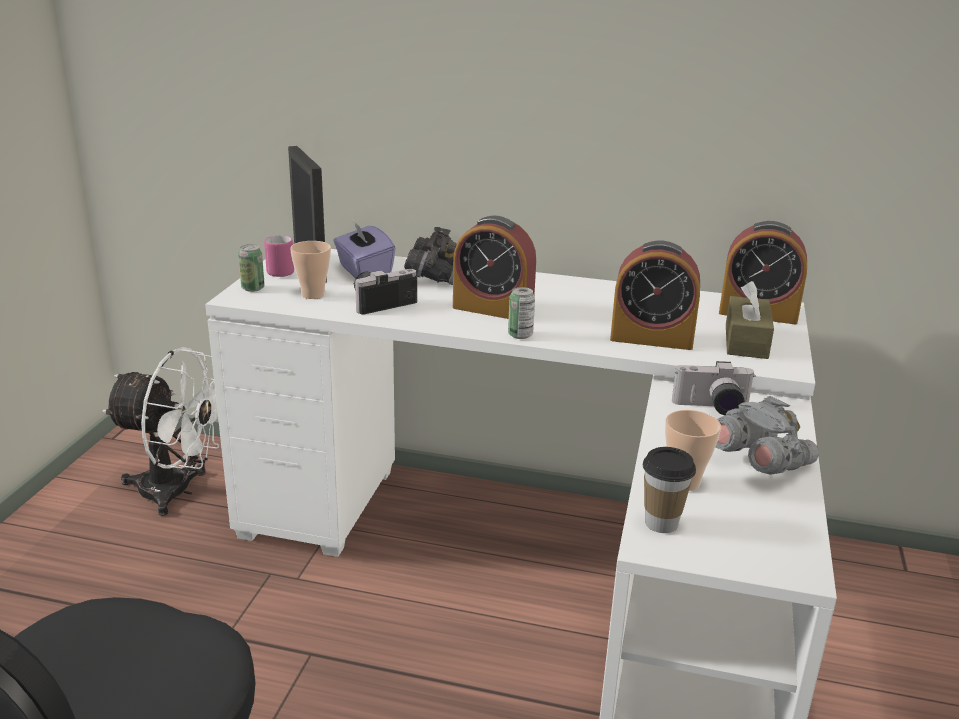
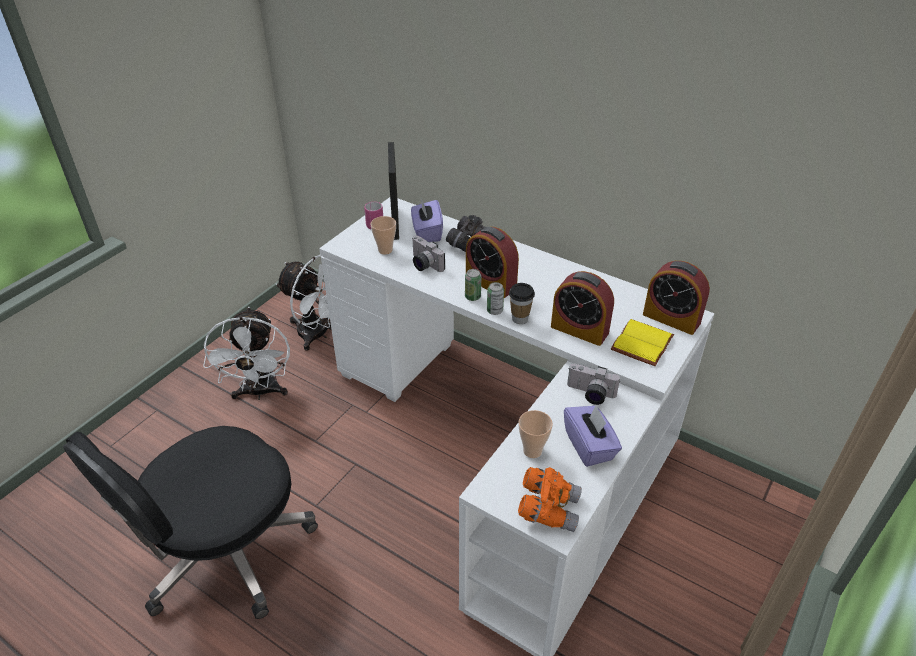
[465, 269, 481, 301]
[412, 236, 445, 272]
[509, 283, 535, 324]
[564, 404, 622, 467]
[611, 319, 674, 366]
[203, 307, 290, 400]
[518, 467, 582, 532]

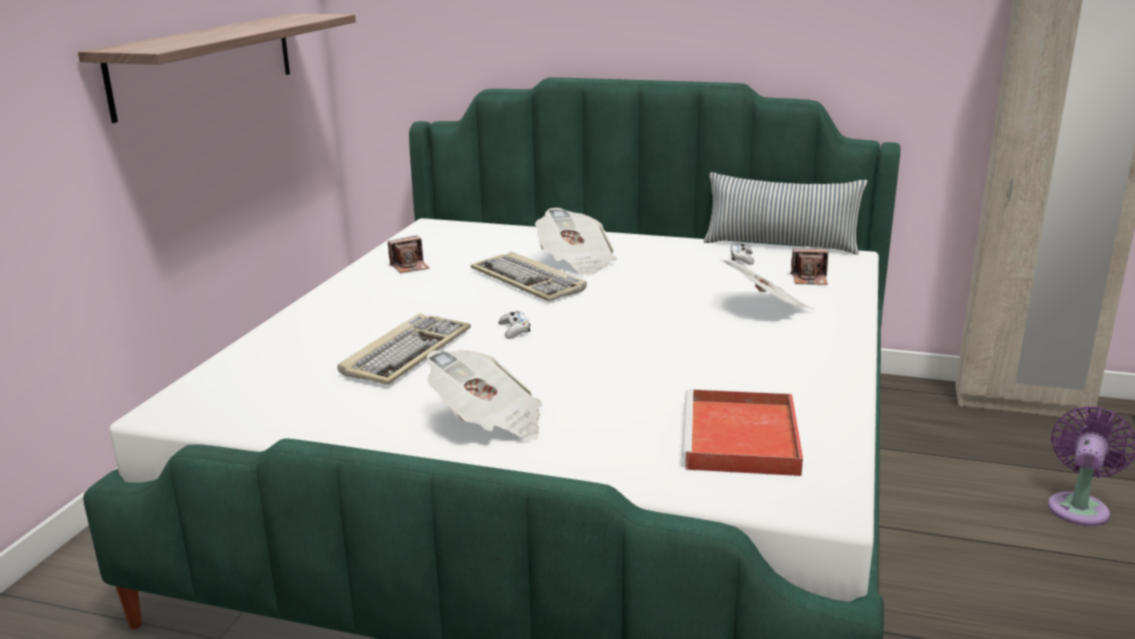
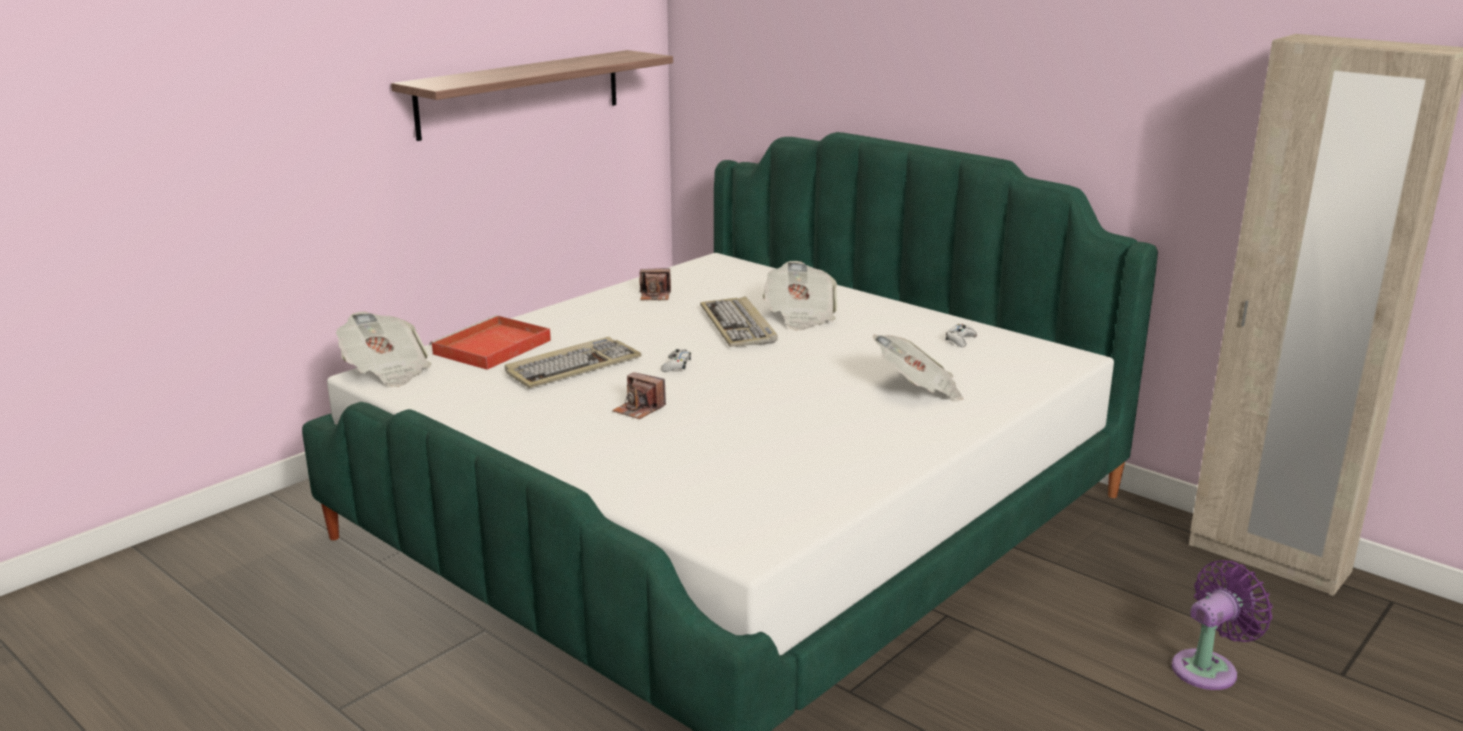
[336, 312, 432, 387]
[430, 315, 551, 370]
[704, 172, 867, 255] (first image)
[612, 372, 666, 419]

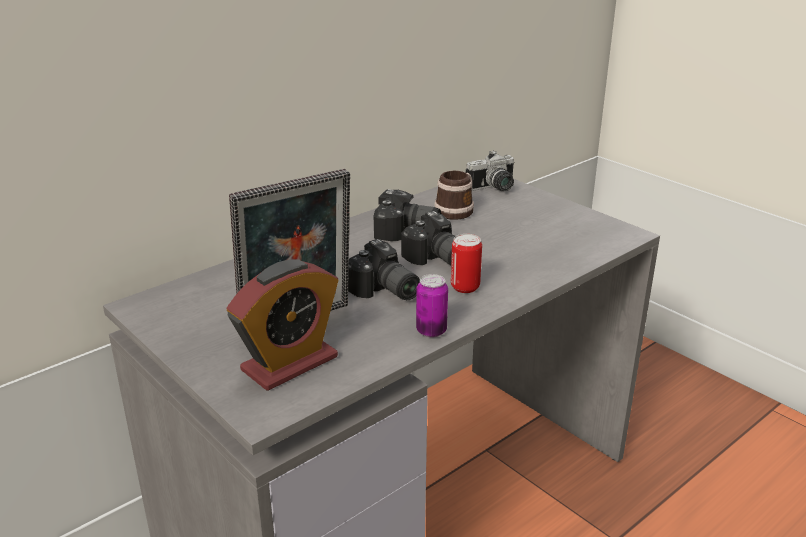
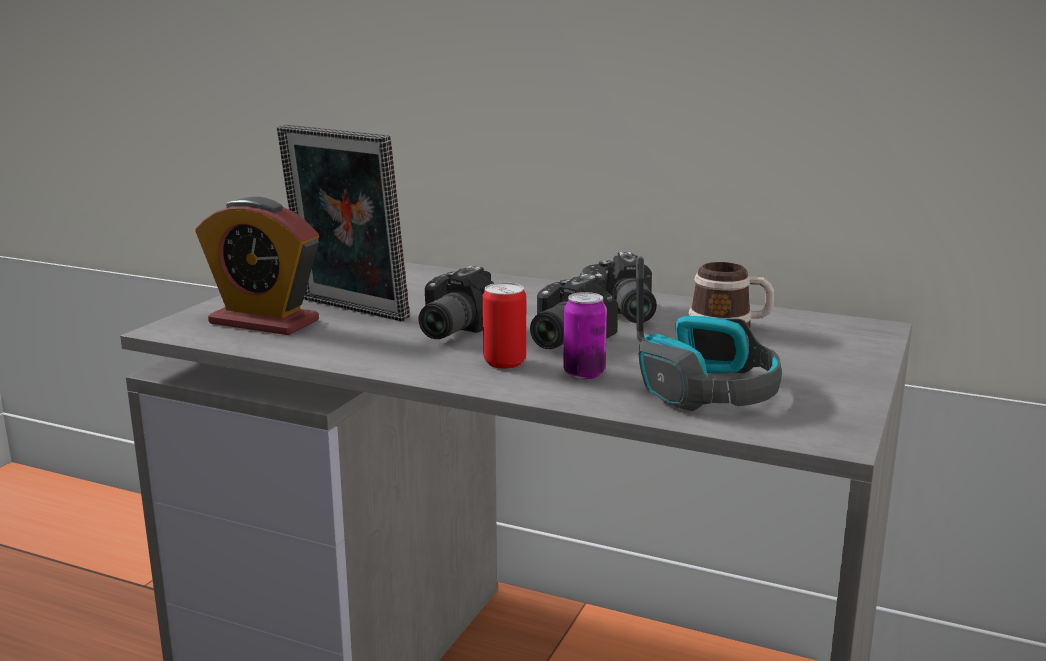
[563, 292, 607, 380]
[466, 150, 514, 191] (first image)
[636, 256, 782, 411]

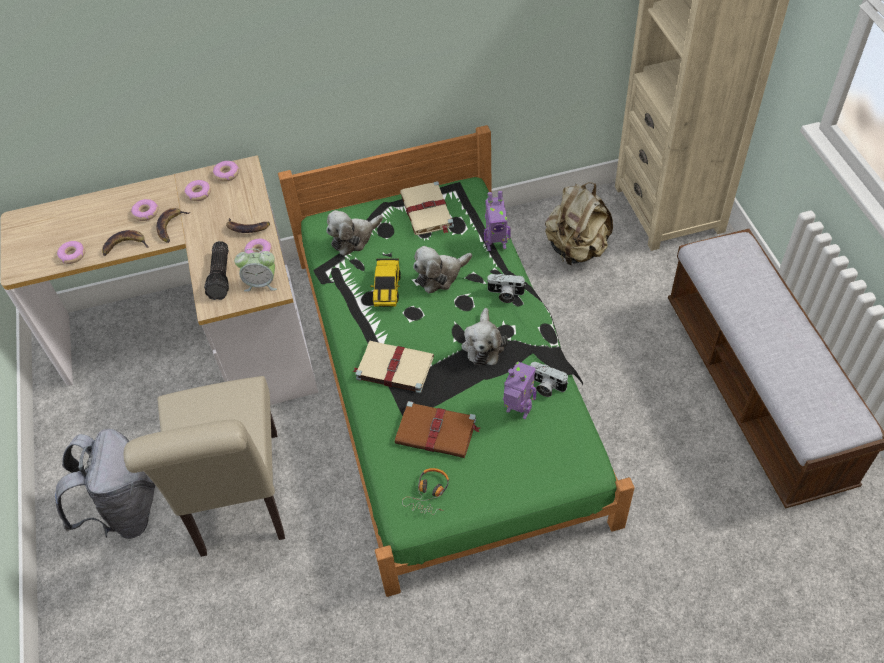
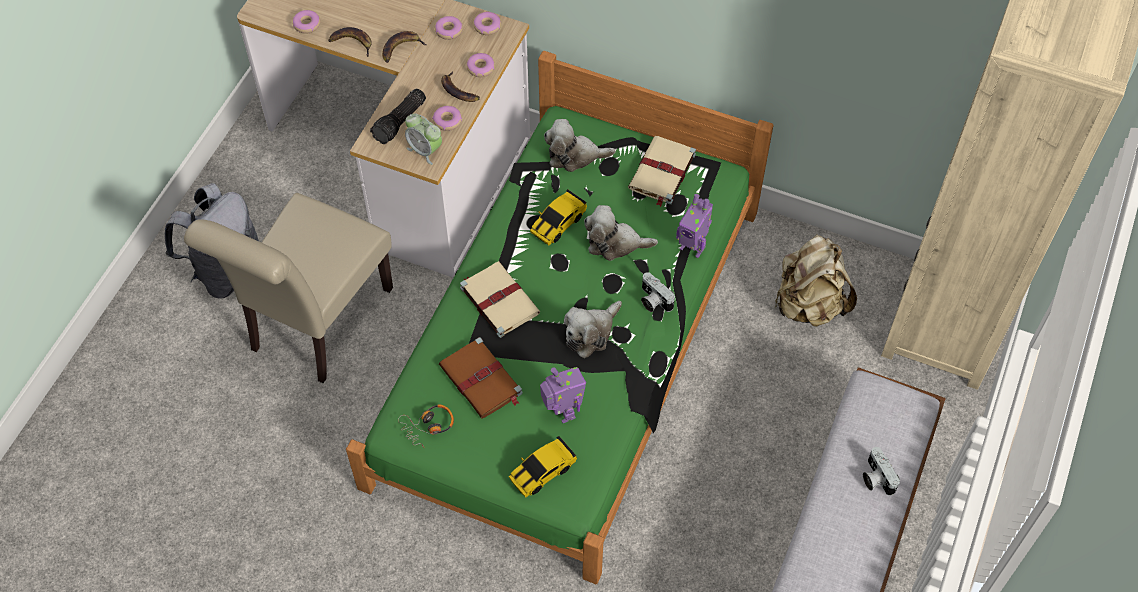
[467, 53, 495, 77]
[863, 447, 900, 496]
[509, 436, 577, 497]

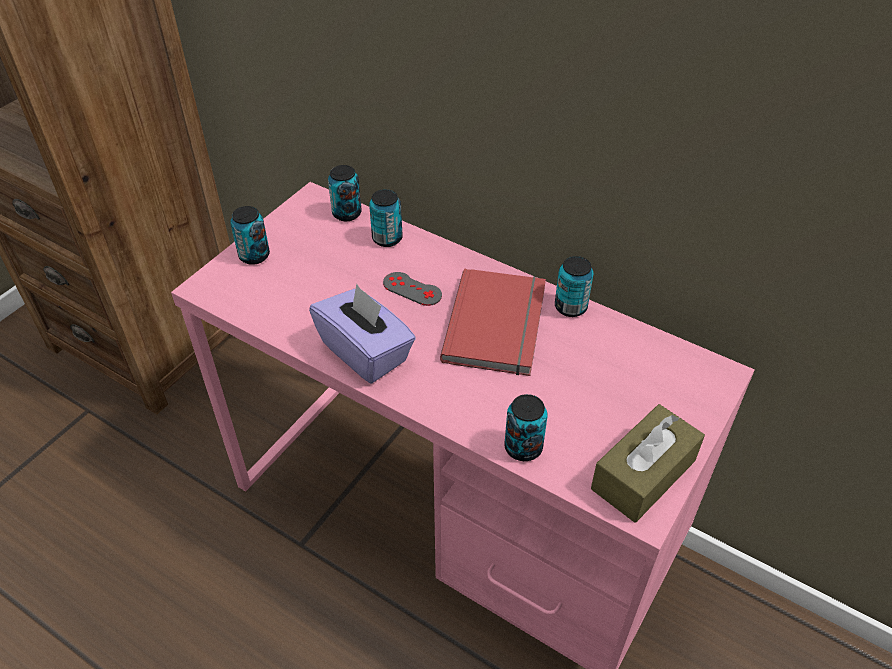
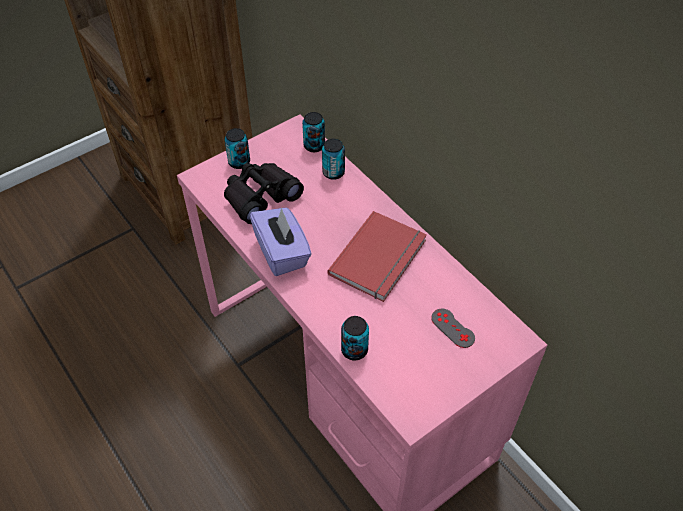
[431, 309, 475, 348]
[555, 256, 594, 317] (first image)
[591, 404, 705, 523] (first image)
[224, 163, 304, 224]

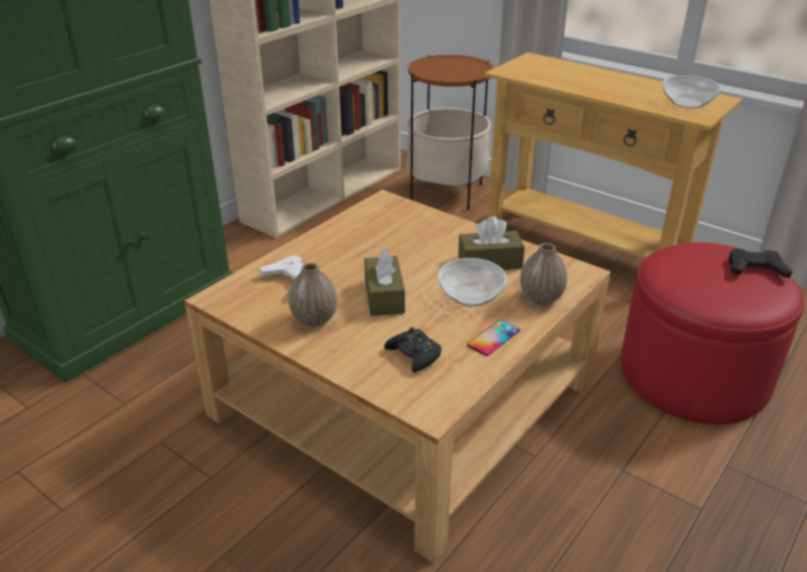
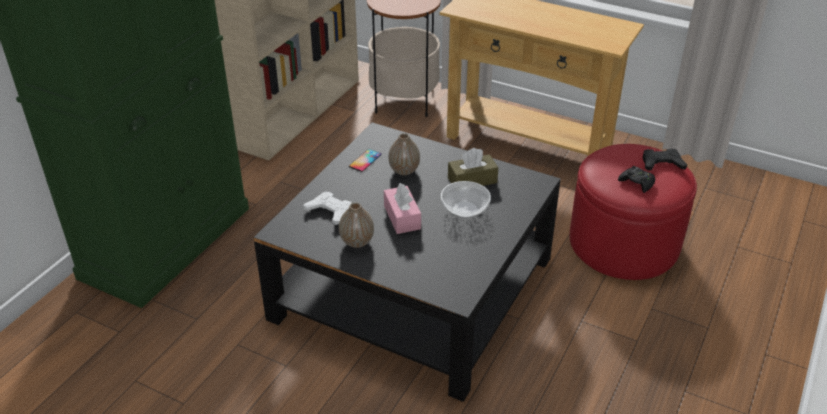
[253, 122, 561, 402]
[384, 183, 421, 234]
[618, 166, 655, 193]
[349, 149, 382, 172]
[388, 133, 420, 175]
[663, 75, 721, 109] (first image)

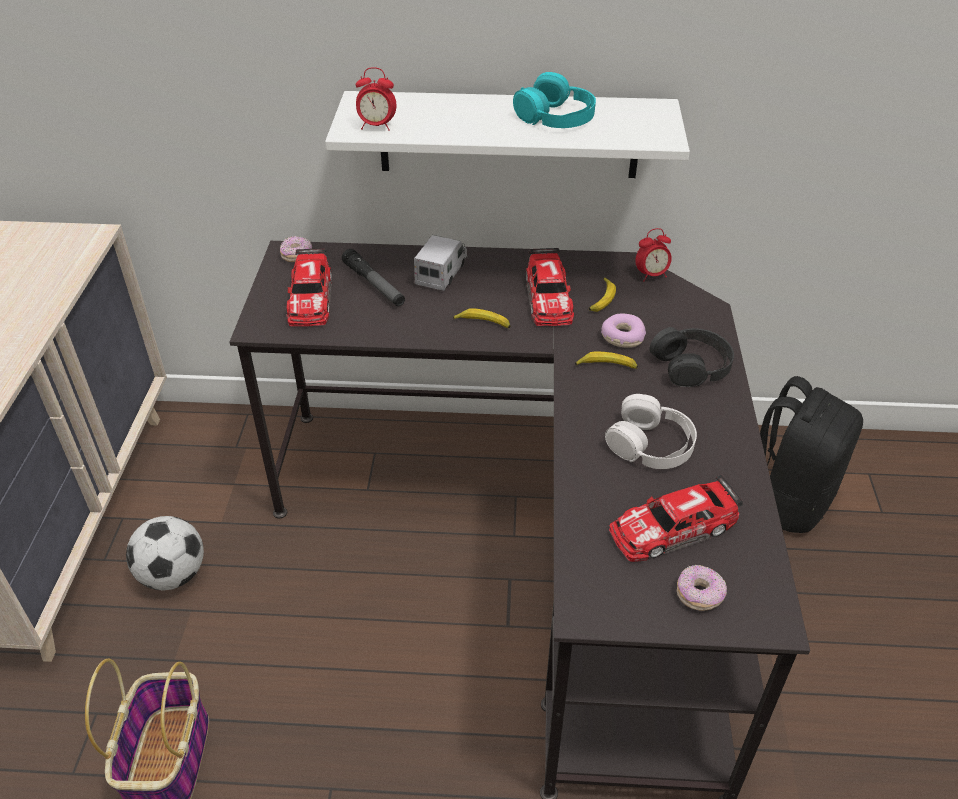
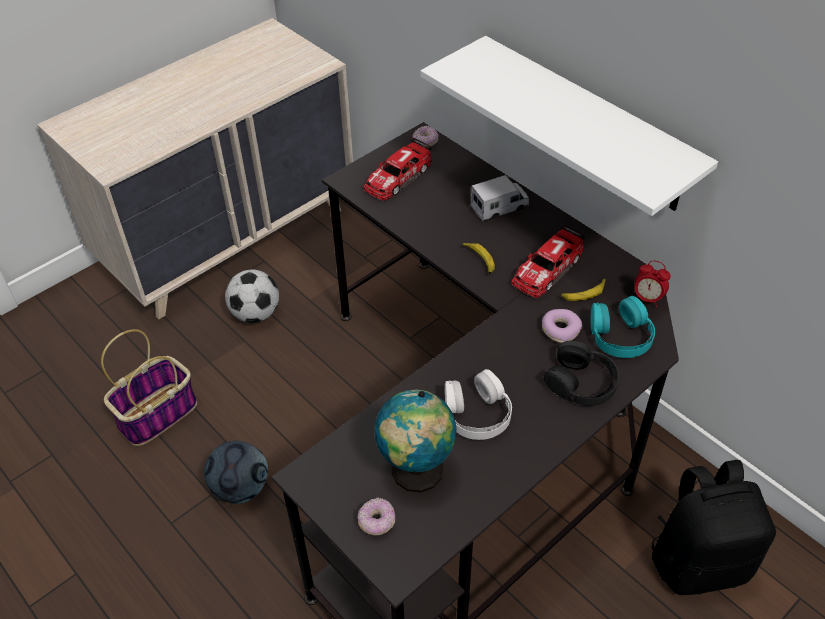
[342, 249, 405, 306] (first image)
[356, 67, 397, 131] (first image)
[591, 296, 655, 358]
[575, 351, 638, 369] (first image)
[375, 389, 456, 492]
[204, 441, 268, 504]

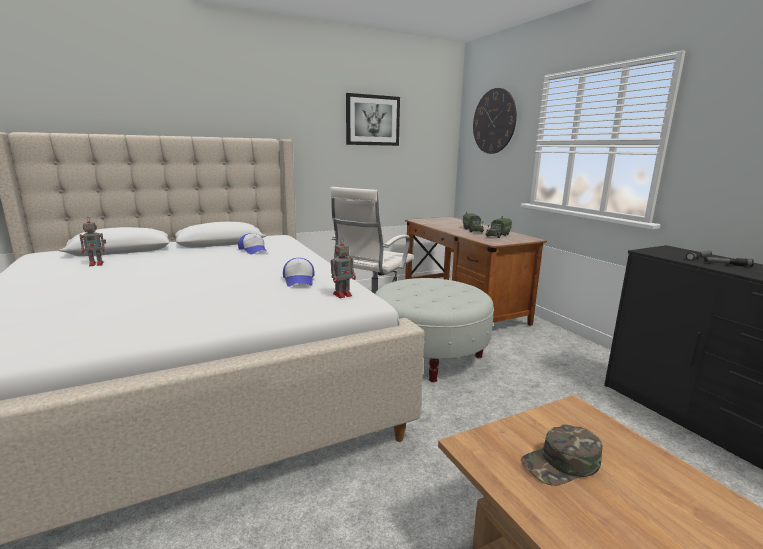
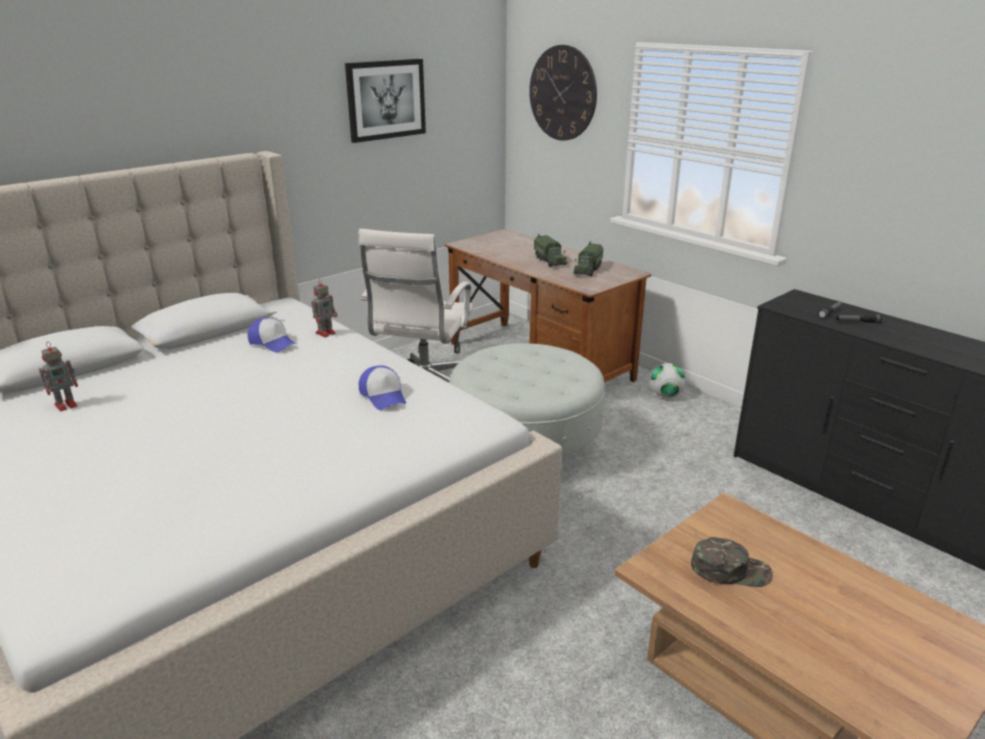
[311, 279, 337, 337]
[691, 537, 772, 587]
[650, 363, 686, 398]

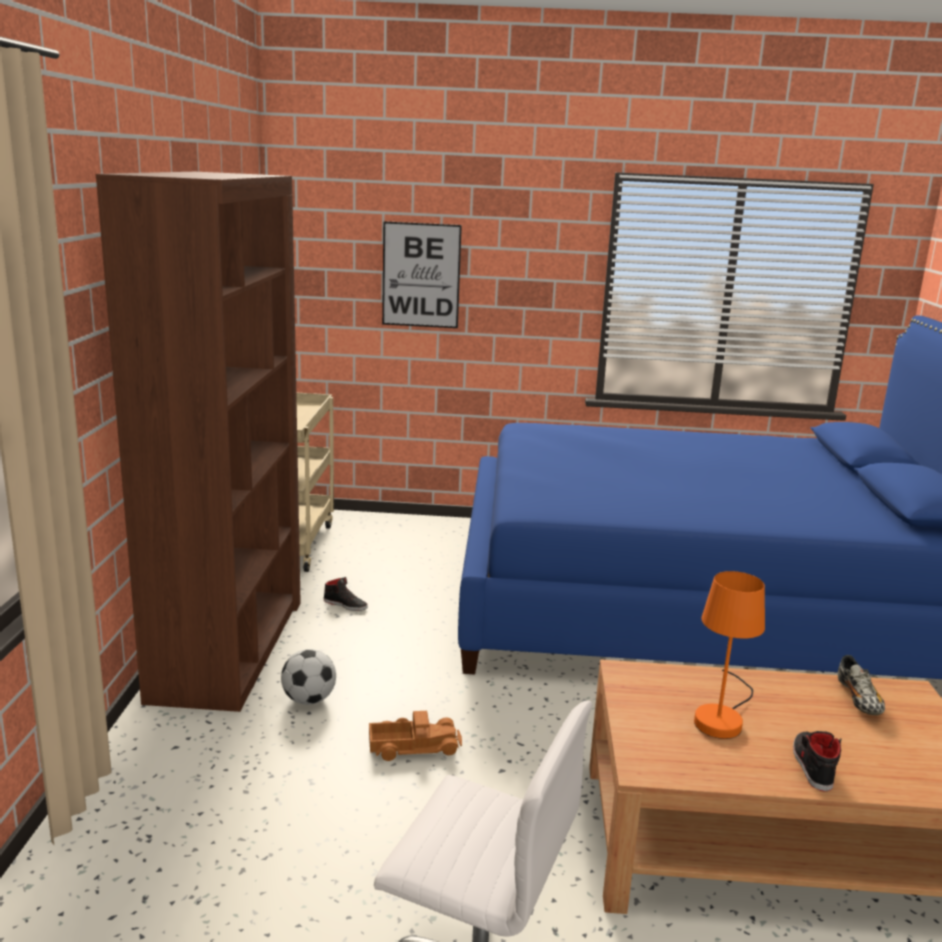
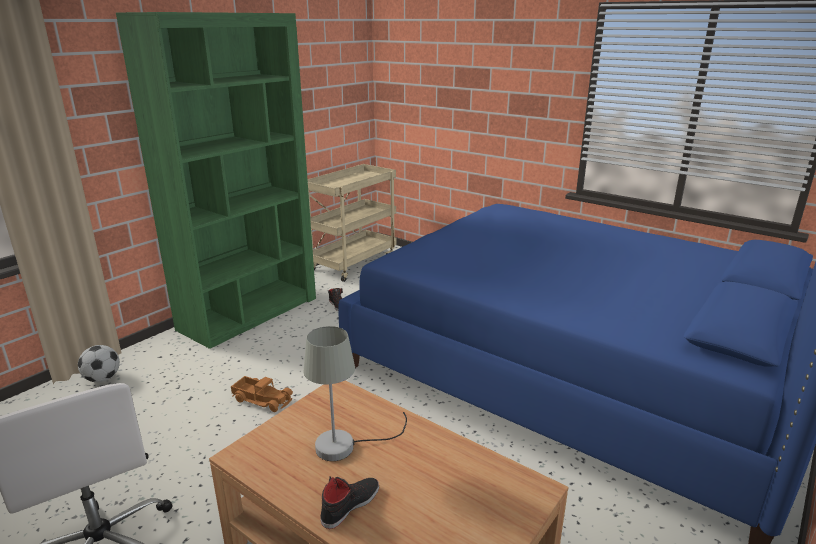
[116, 12, 316, 349]
[78, 345, 120, 382]
[382, 221, 462, 328] (first image)
[303, 326, 407, 461]
[838, 655, 885, 715] (first image)

